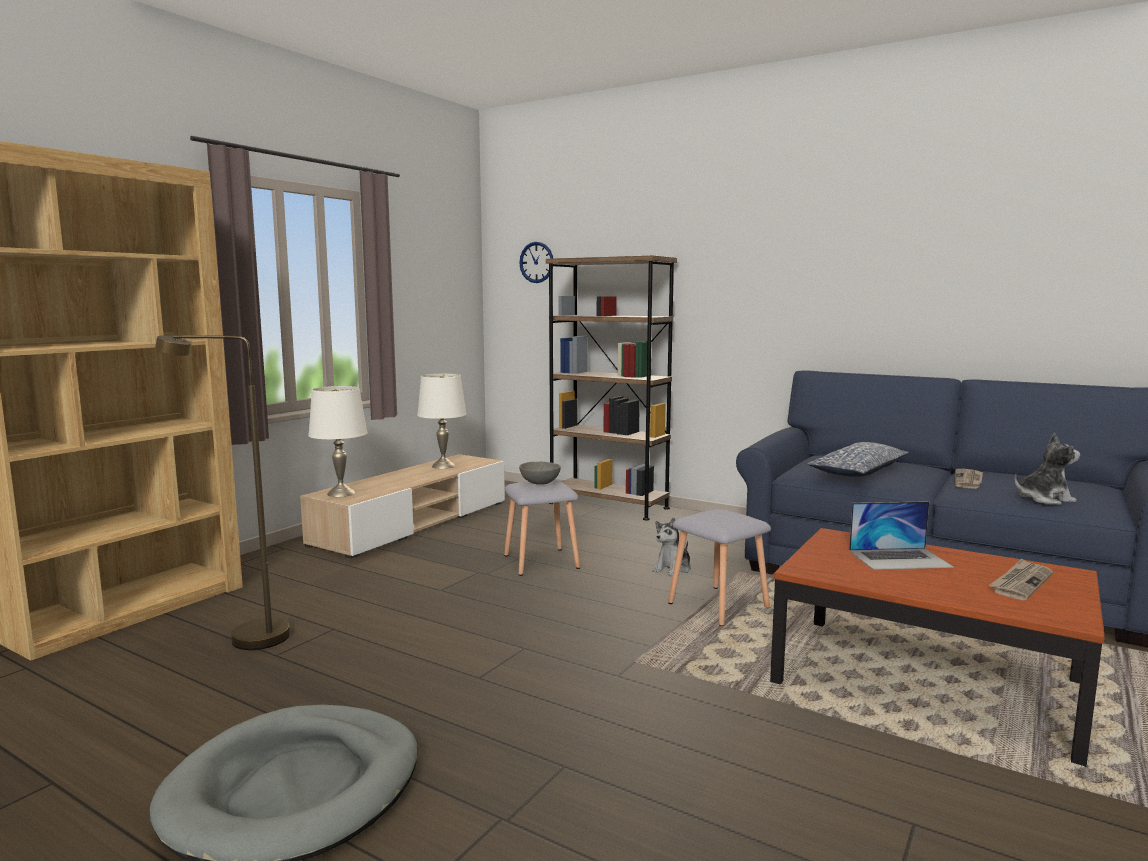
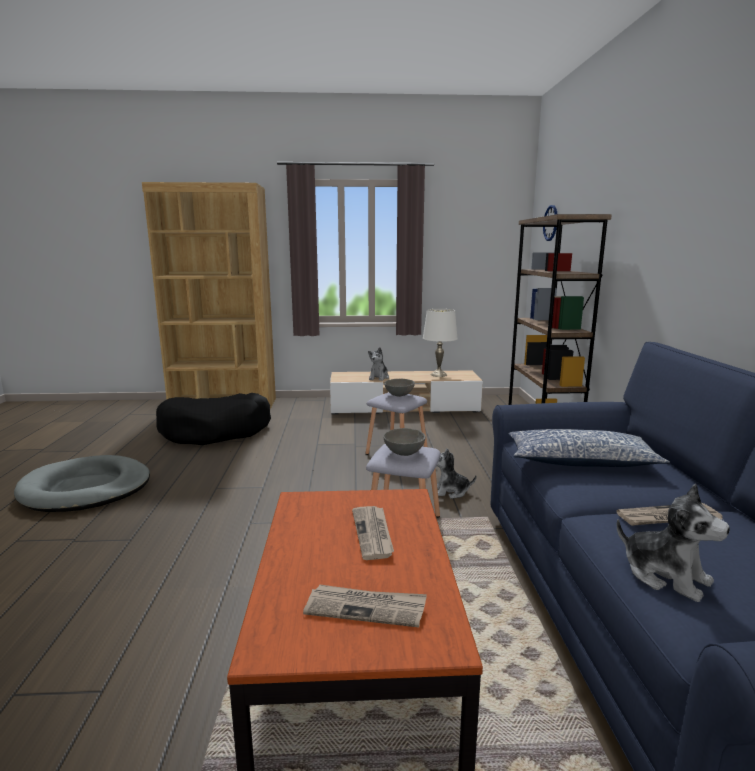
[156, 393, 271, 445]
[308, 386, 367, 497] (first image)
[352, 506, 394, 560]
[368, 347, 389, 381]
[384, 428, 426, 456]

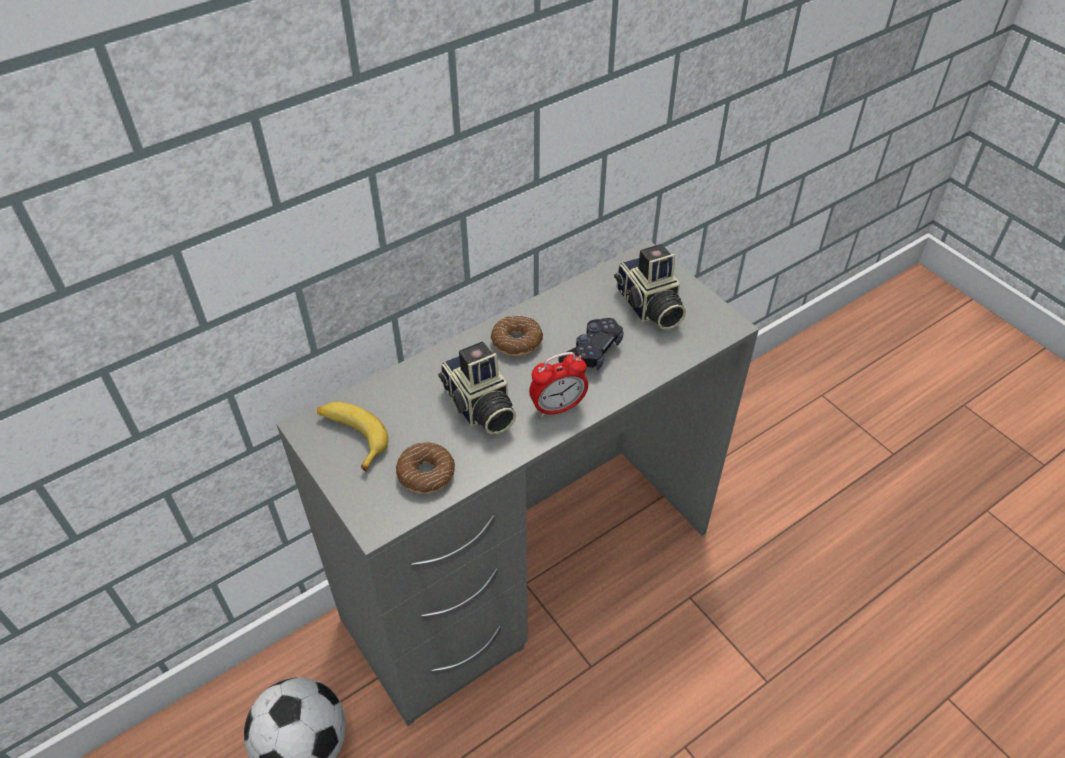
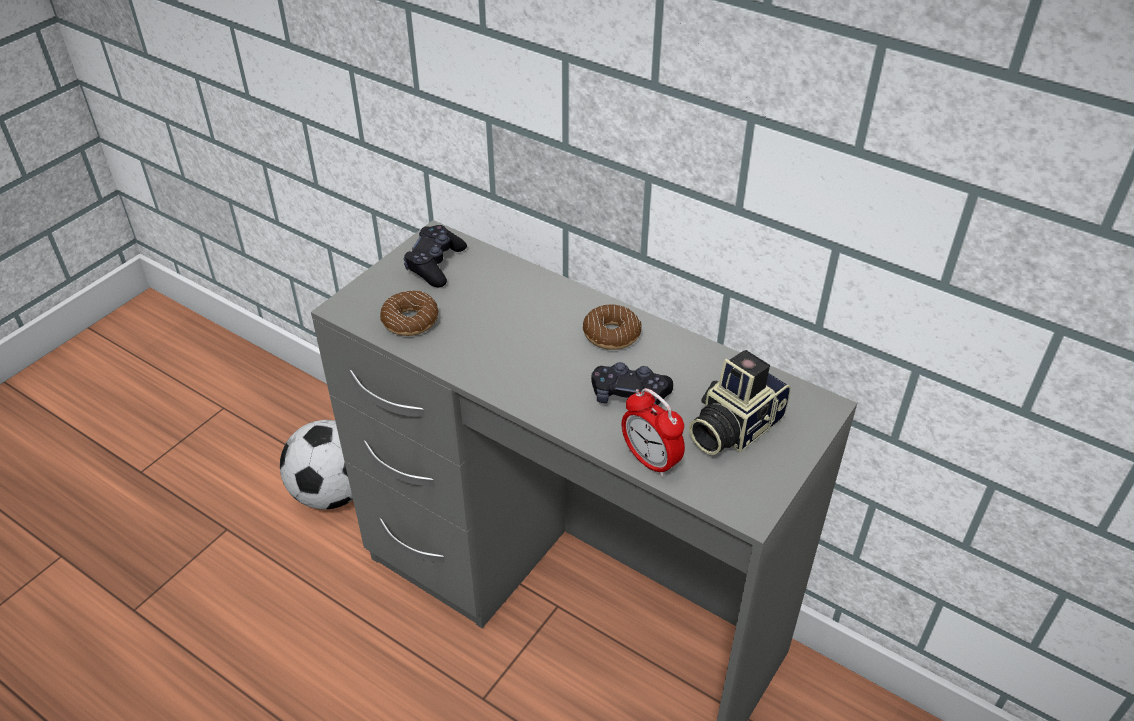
[404, 225, 467, 287]
[438, 341, 516, 435] (first image)
[621, 388, 685, 477]

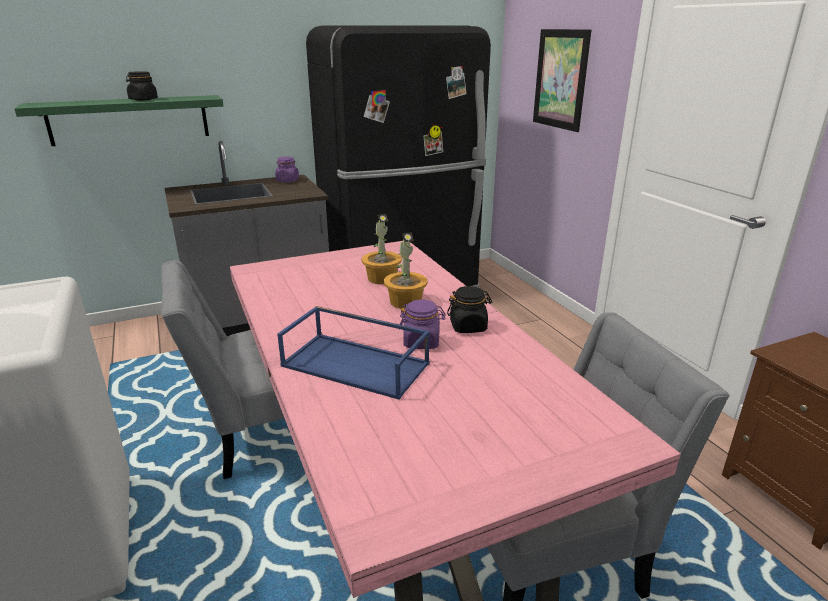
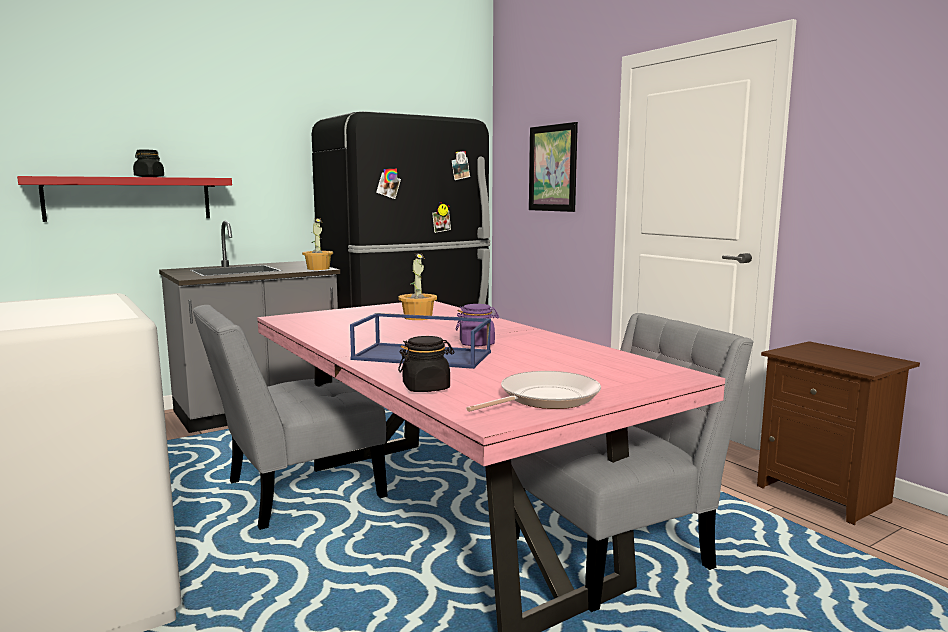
[17, 176, 232, 222]
[275, 157, 299, 183] (first image)
[302, 218, 333, 270]
[398, 336, 454, 392]
[466, 371, 601, 412]

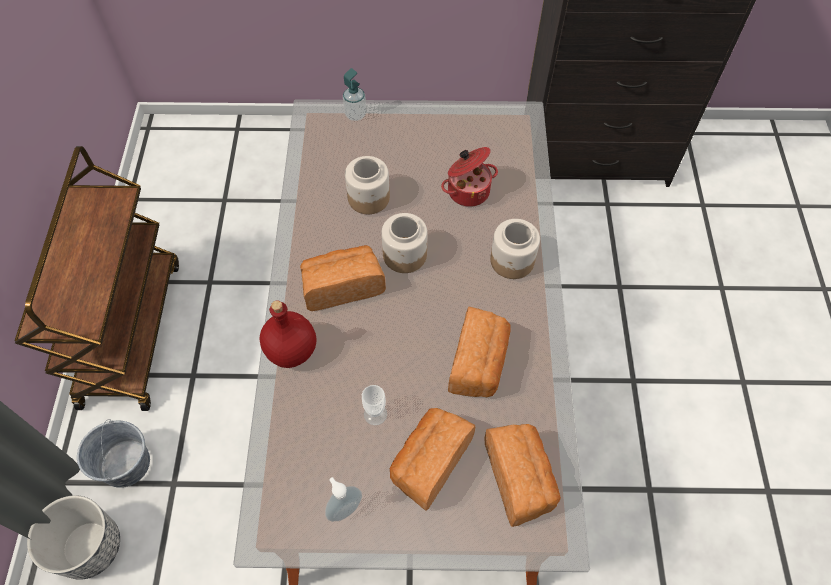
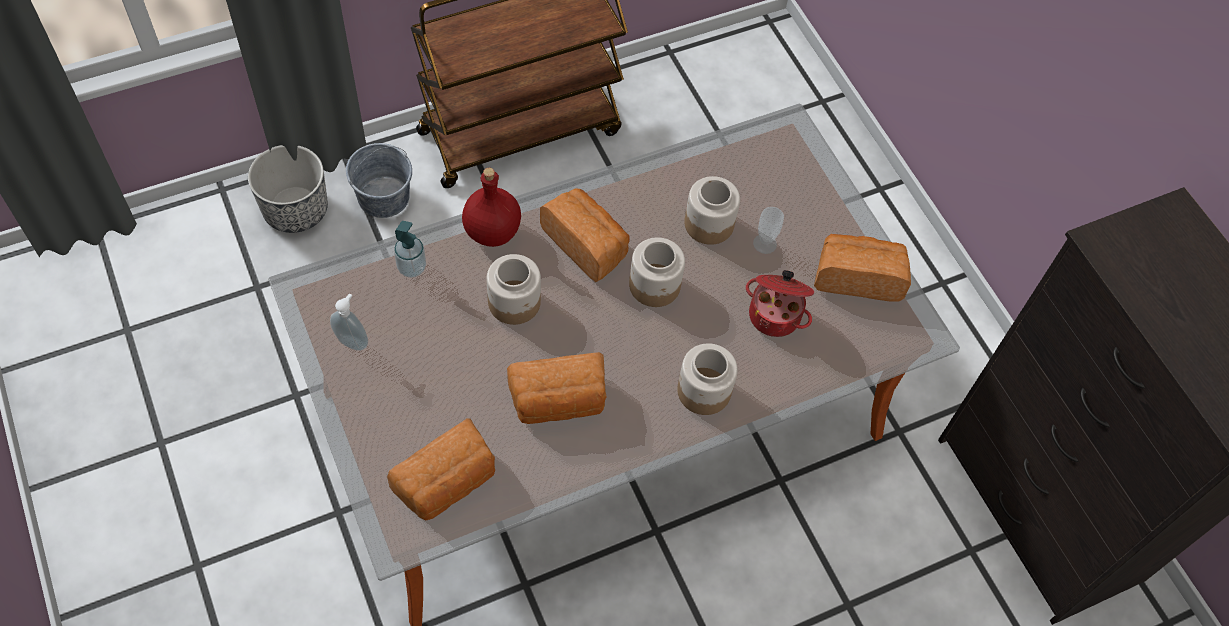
[394, 221, 426, 278]
[753, 207, 784, 254]
[814, 234, 911, 301]
[487, 254, 541, 325]

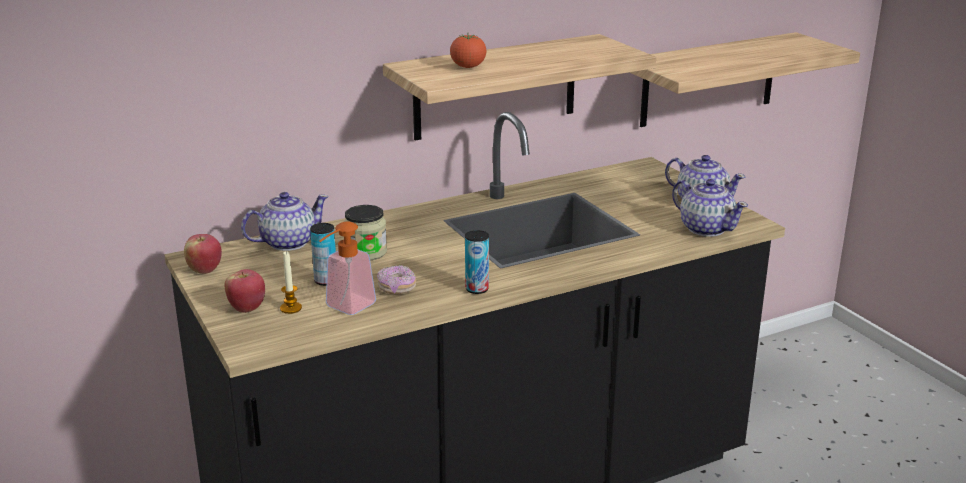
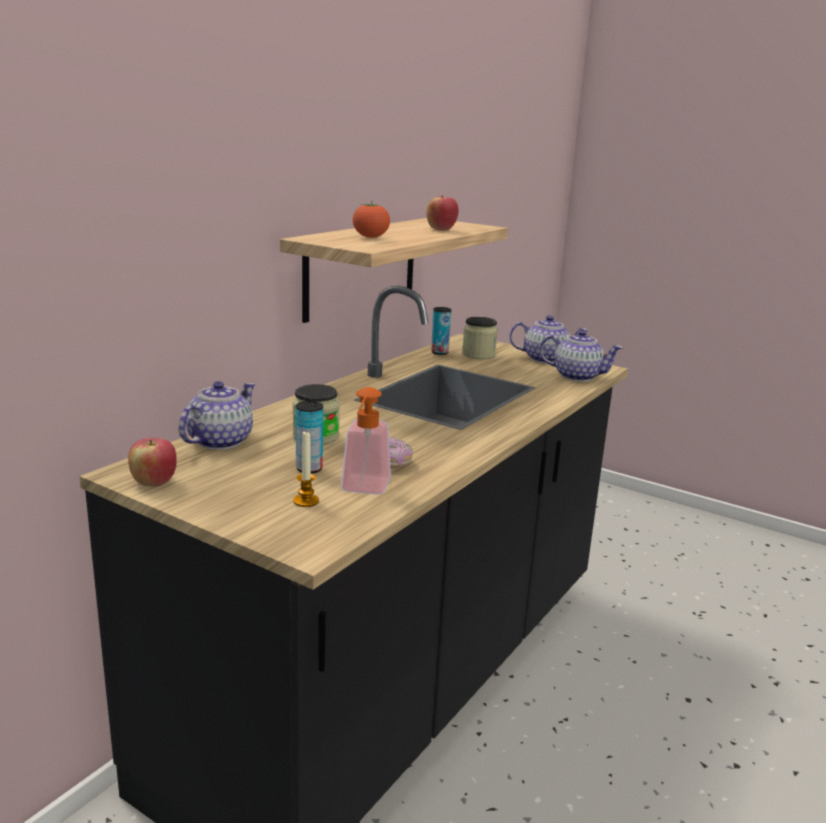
[426, 195, 459, 231]
[431, 307, 451, 355]
[629, 32, 860, 127] (first image)
[462, 317, 498, 359]

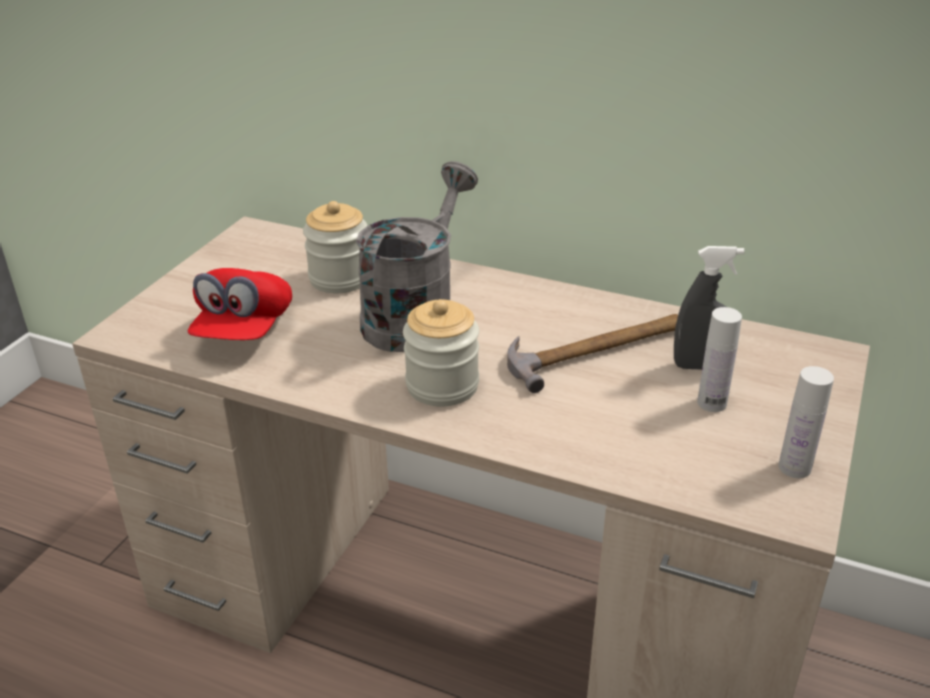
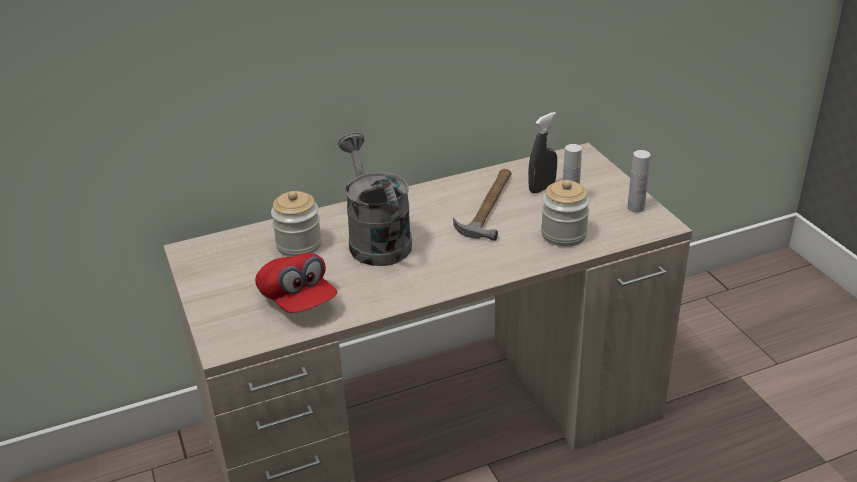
[541, 180, 590, 247]

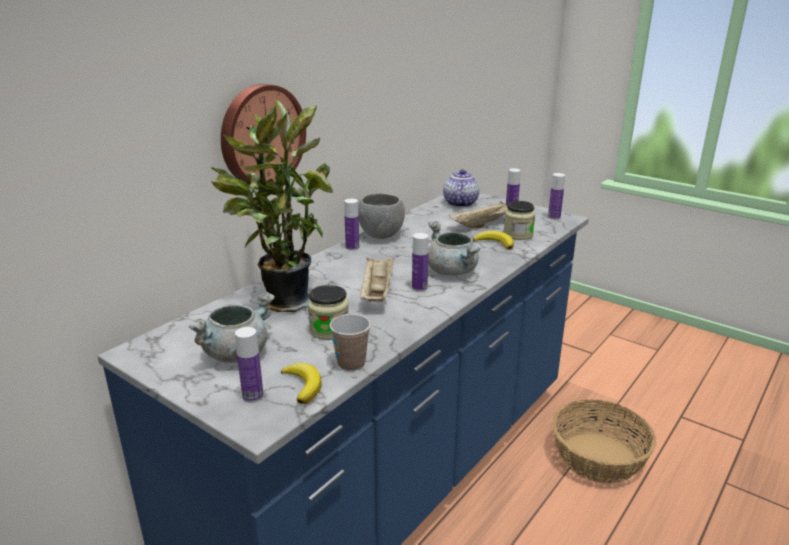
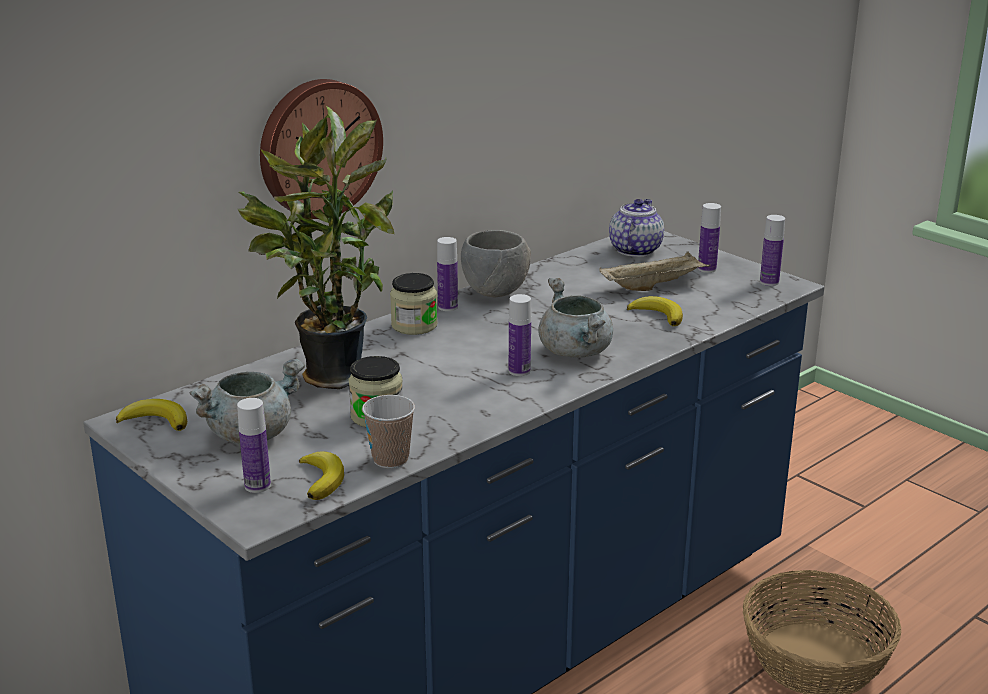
[360, 258, 395, 302] (first image)
[390, 273, 438, 335]
[116, 399, 187, 431]

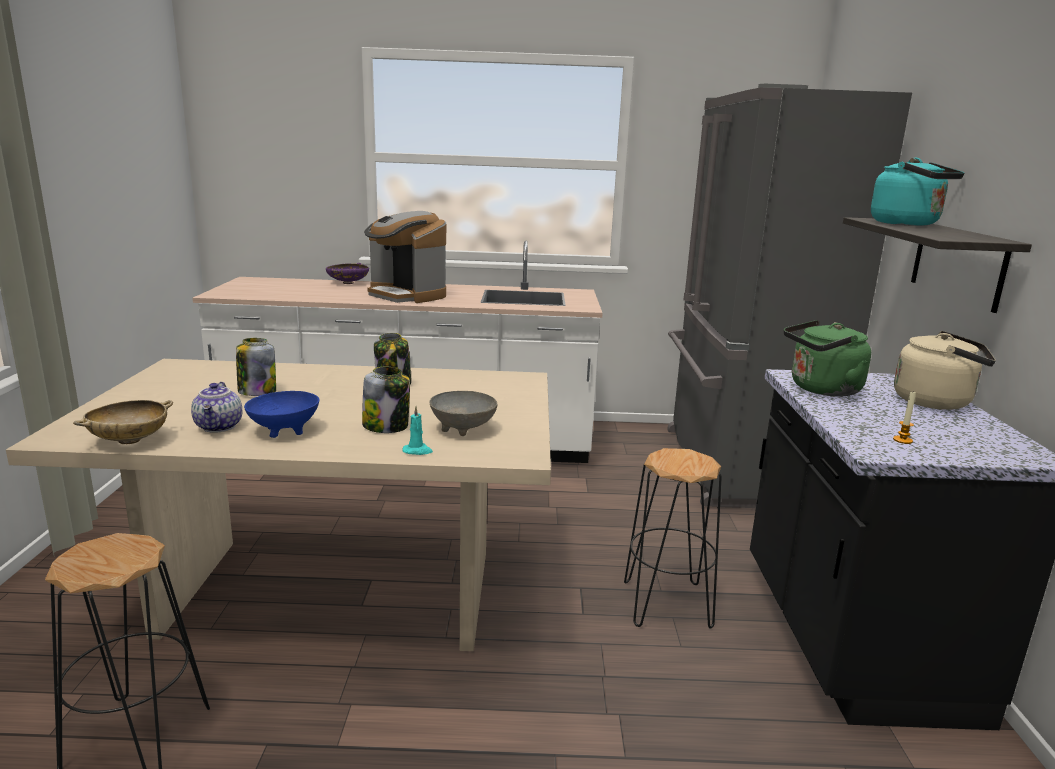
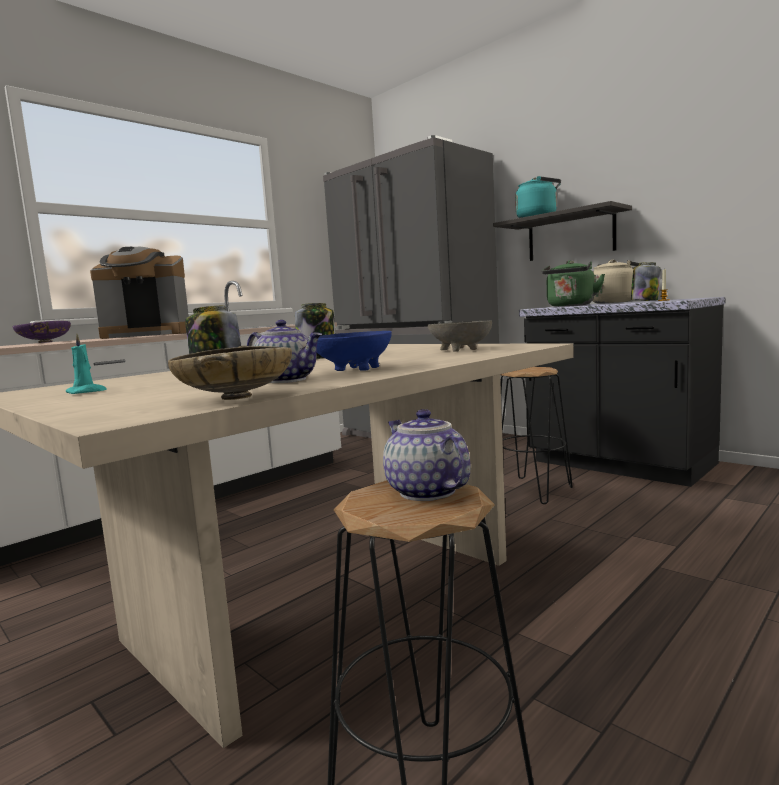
[631, 262, 661, 301]
[66, 334, 107, 394]
[383, 409, 471, 501]

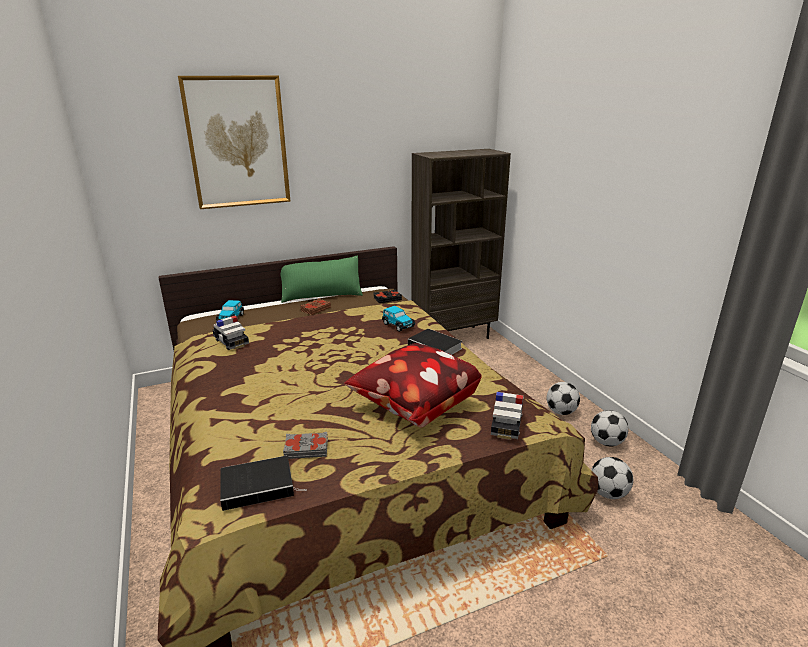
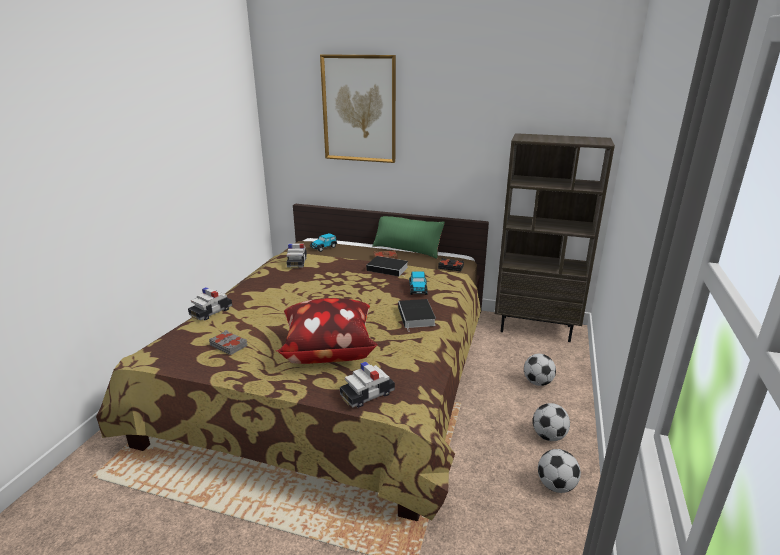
[366, 256, 408, 277]
[524, 354, 556, 386]
[188, 287, 232, 320]

